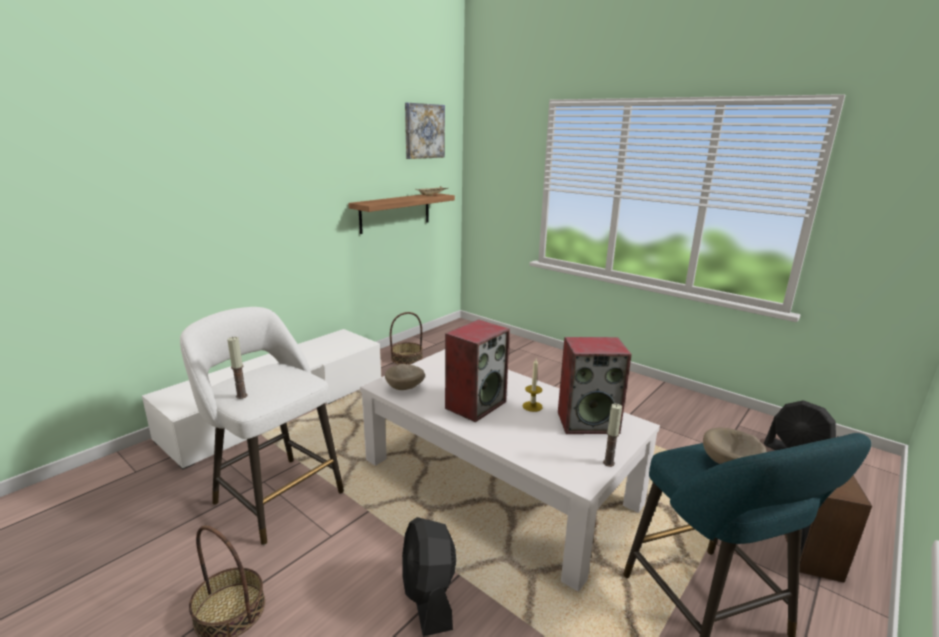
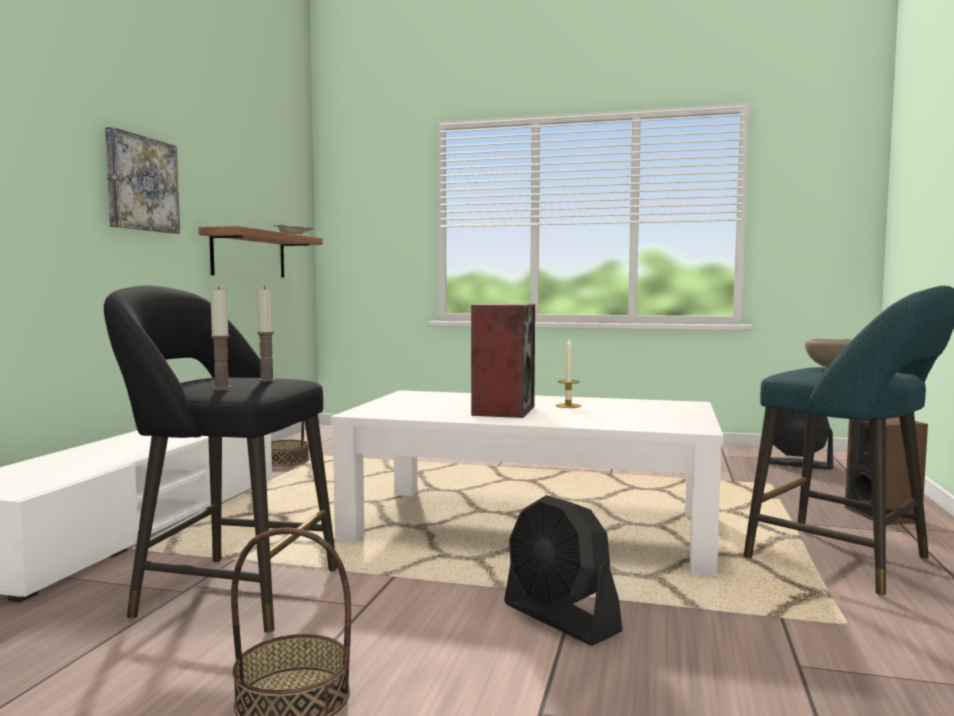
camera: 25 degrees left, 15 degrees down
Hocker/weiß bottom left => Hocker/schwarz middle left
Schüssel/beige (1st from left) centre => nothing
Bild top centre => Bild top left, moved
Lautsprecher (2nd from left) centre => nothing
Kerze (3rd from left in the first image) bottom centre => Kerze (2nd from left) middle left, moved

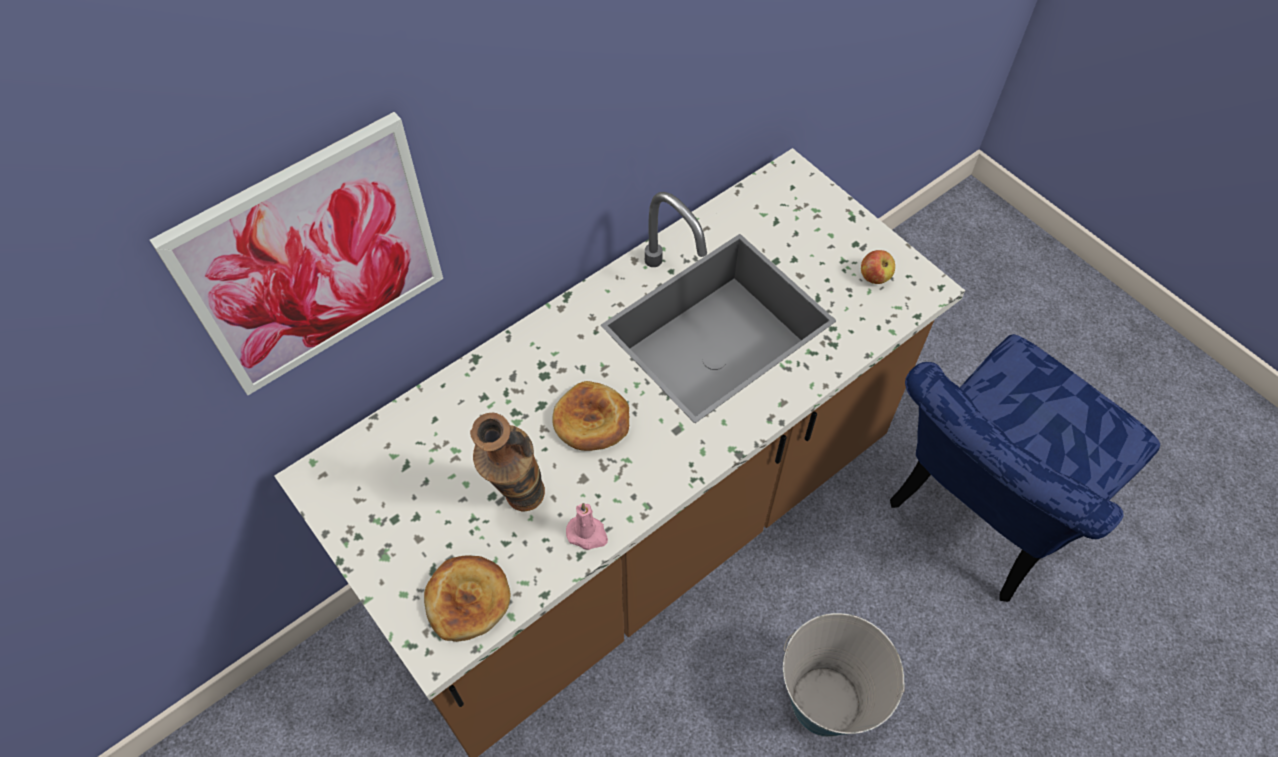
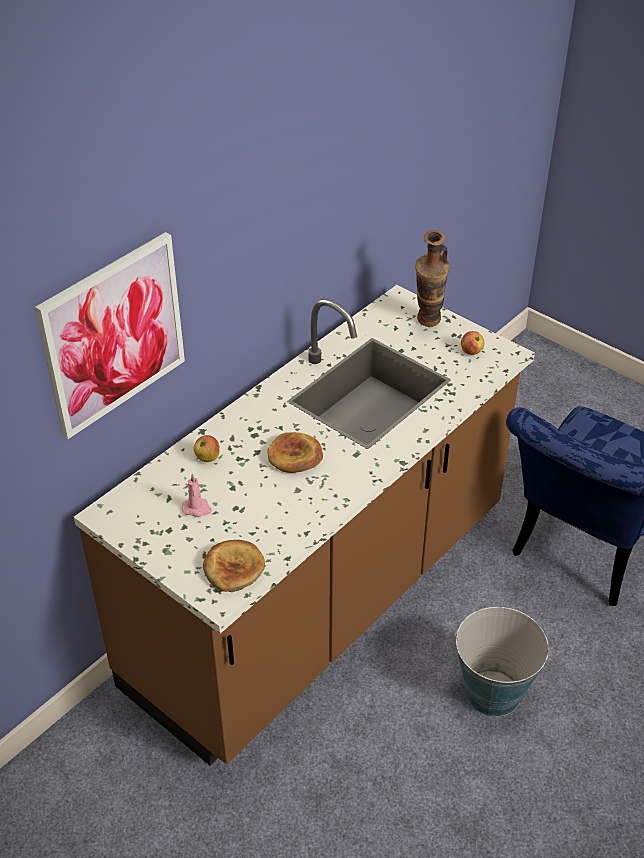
camera: 10 degrees left, 15 degrees down
Vase centre => Vase top right, moved
Kerze/rosa bottom centre => Kerze/rosa middle left, moved
nothing => Apfel (1st from left) middle left

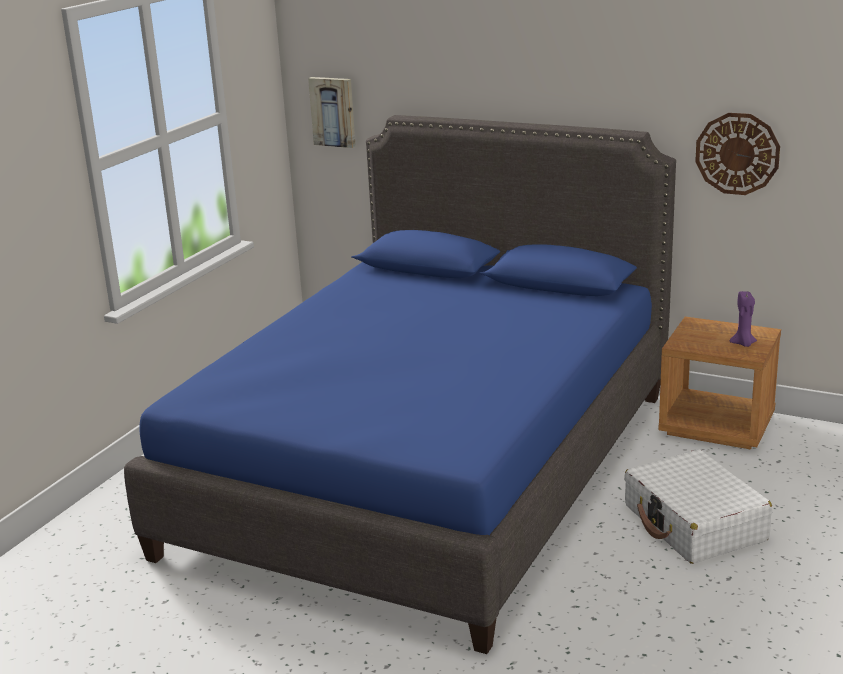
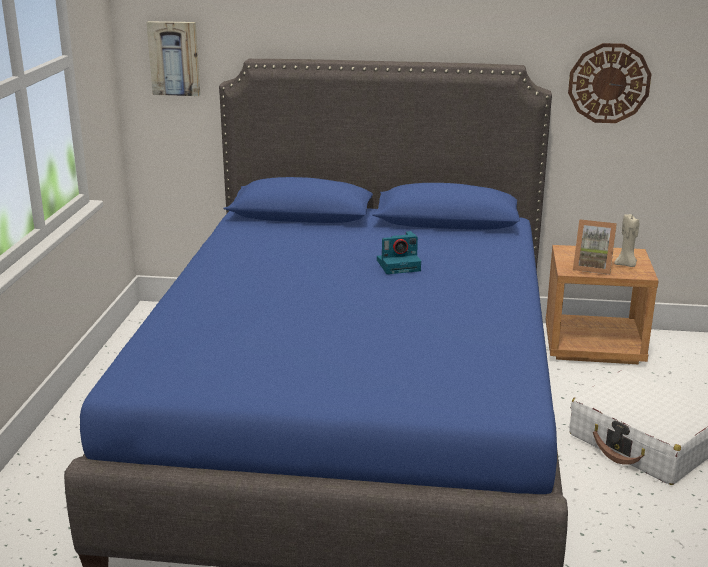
camera: 20 degrees left, 0 degrees up
Kerze/lila middle right => Kerze/beige middle right
nothing => Kamera centre
nothing => Bilderrahmen middle right

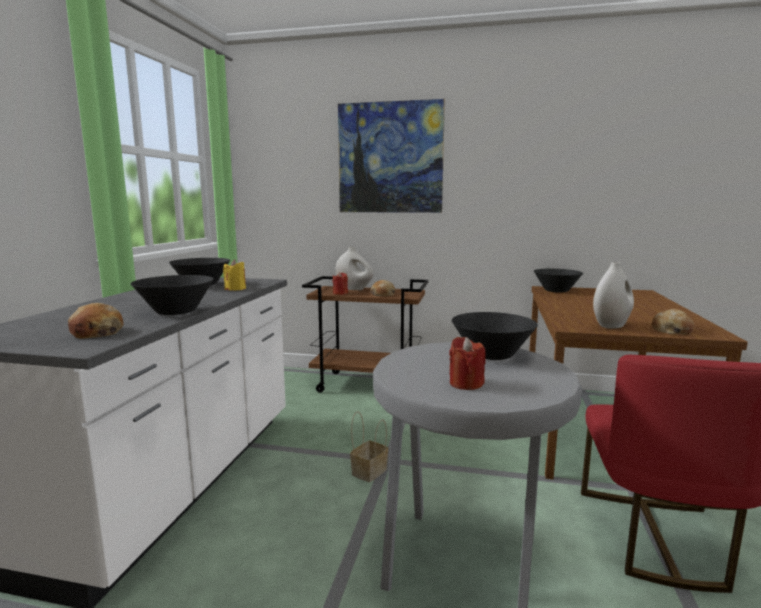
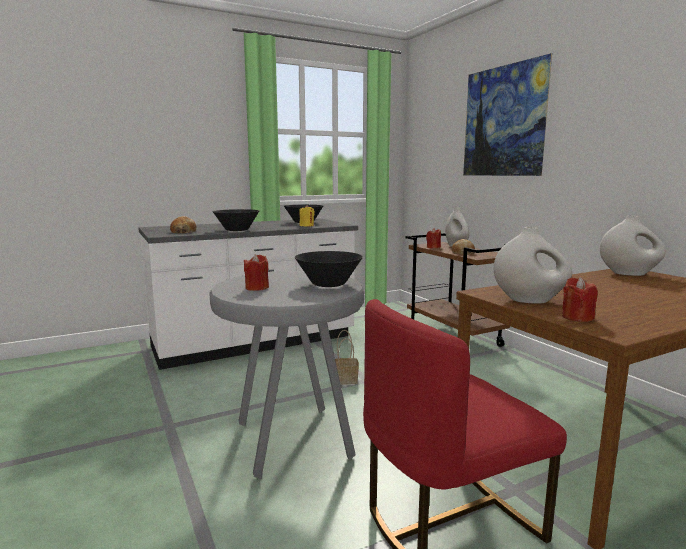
camera: 50 degrees right, 0 degrees up
Schüssel/schwarz (4th from left) middle right => Vase/weiß (3rd from left) middle right
Brot (3rd from left) middle right => Kerze/rot (3rd from left) middle right

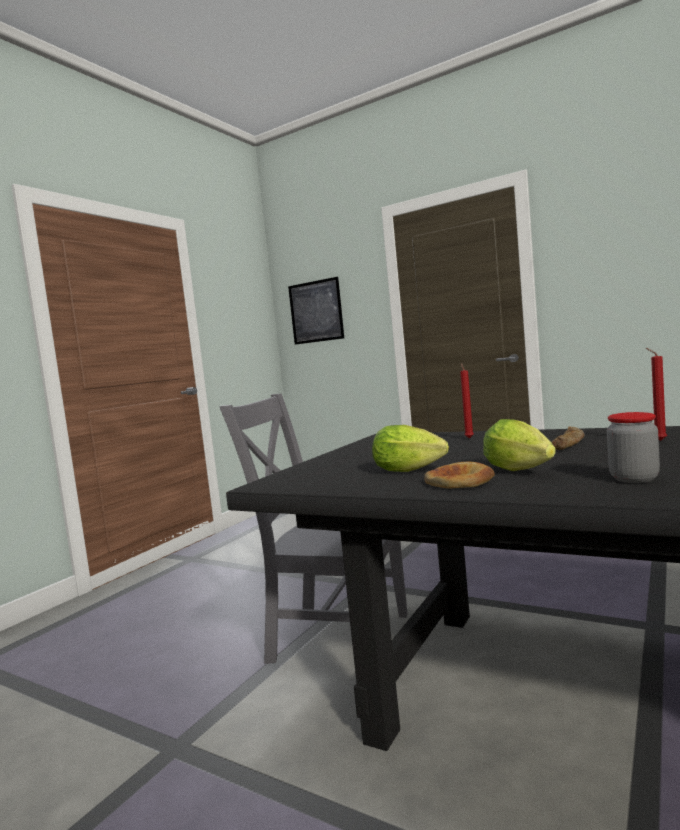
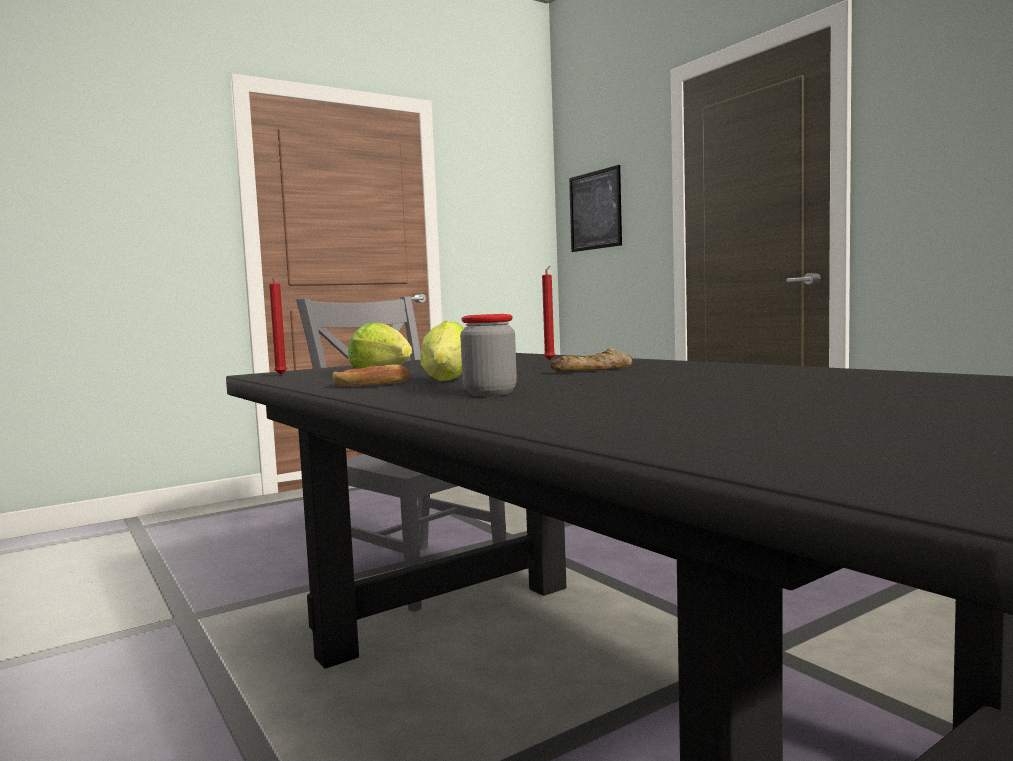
camera: 25 degrees right, 0 degrees up
Kerze/rot (2nd from left in the first image) middle right => Kerze/rot (1st from left) middle left, moved

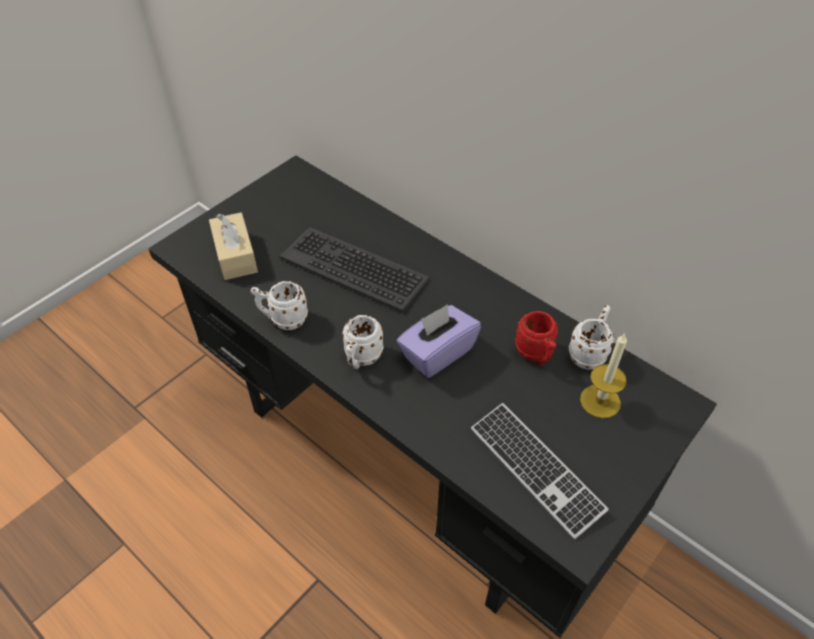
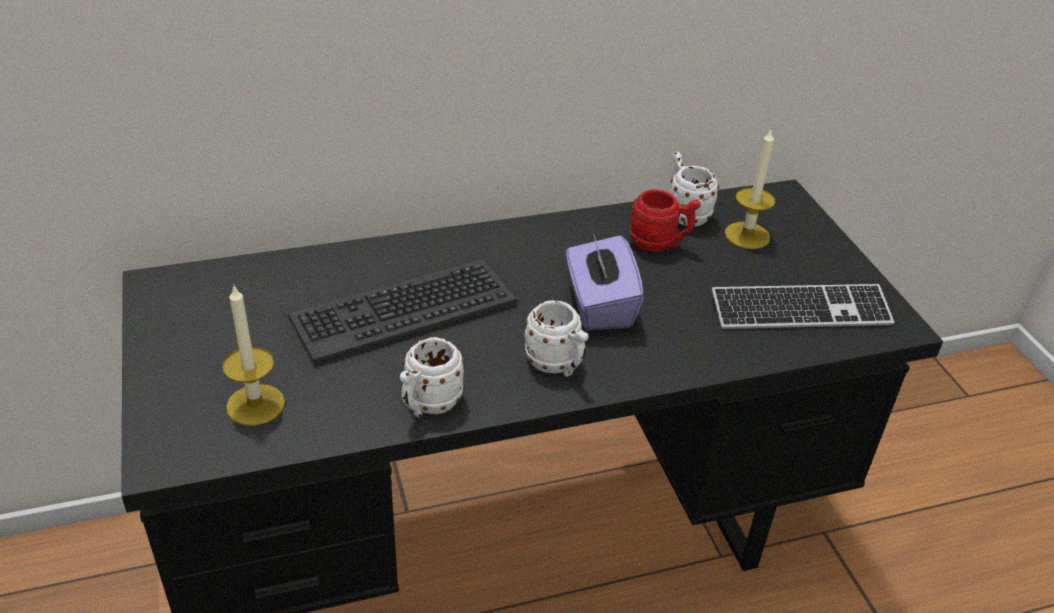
camera: 60 degrees left, 10 degrees down
Taschentuchbox/beige middle left => Kerze (1st from left) middle left

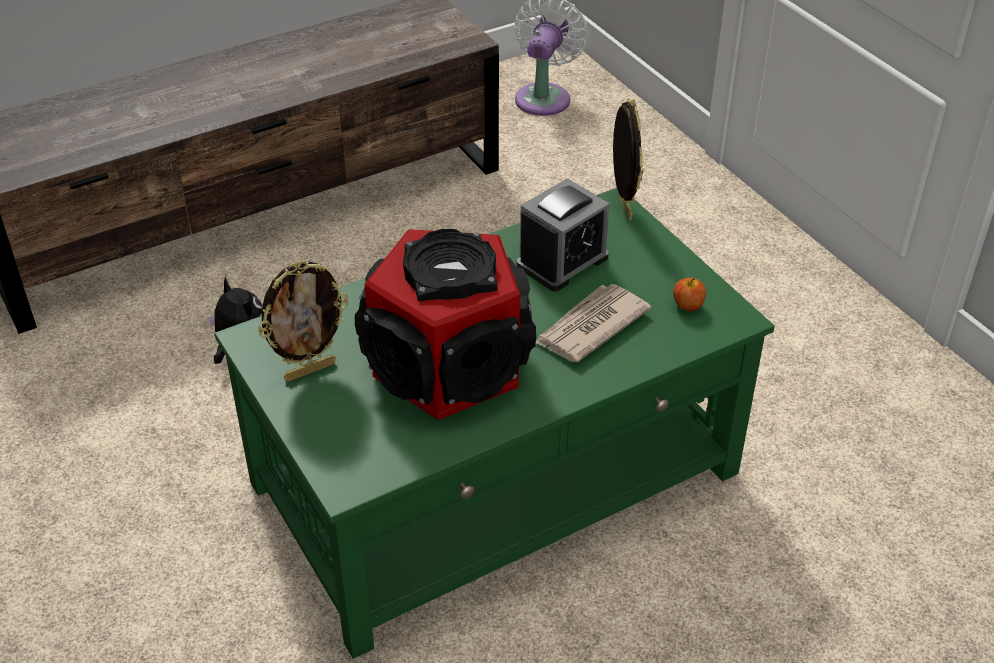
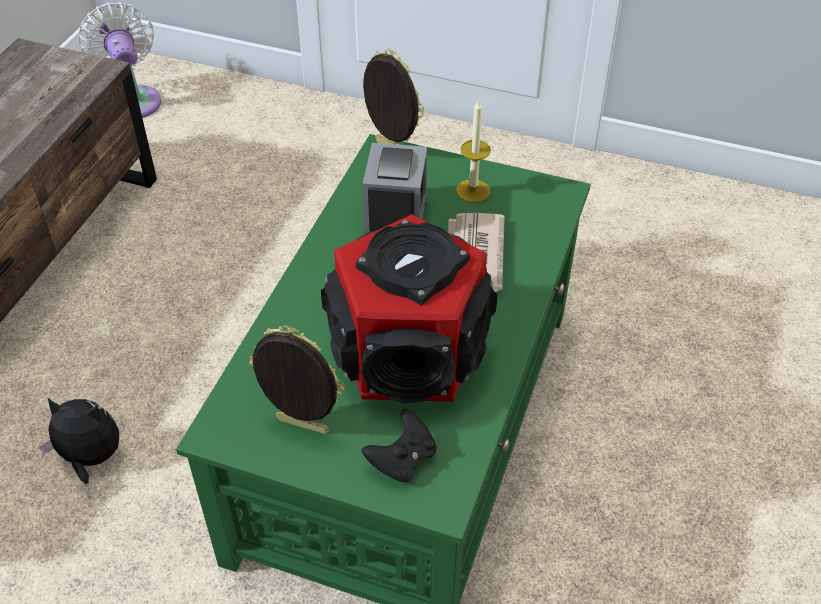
camera: 40 degrees left, 5 degrees up
Bilderrahmen (1st from left) middle left => Bilderrahmen (1st from left) centre, 90 degrees counterclockwise
Apfel middle right => nothing
nothing => Gamepad/schwarz bottom centre
nothing => Kerze top centre

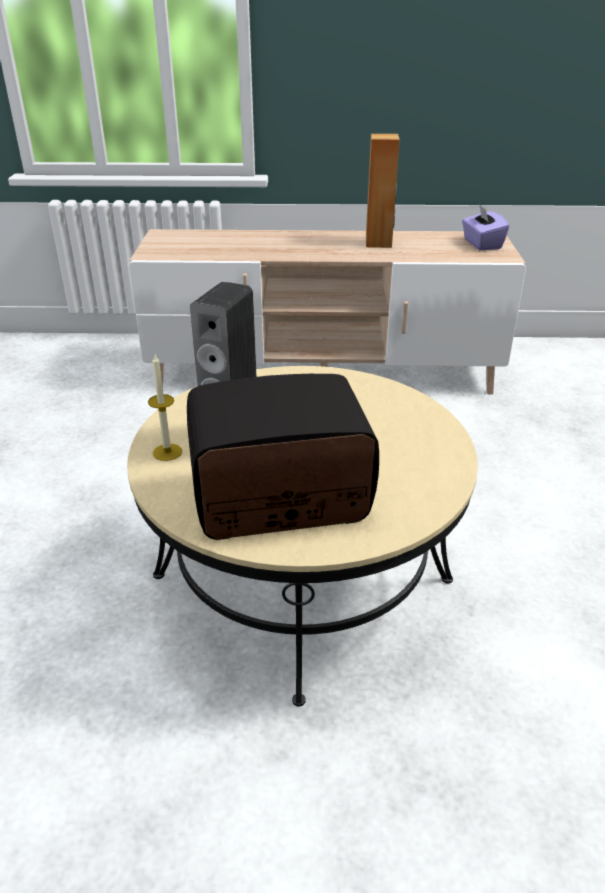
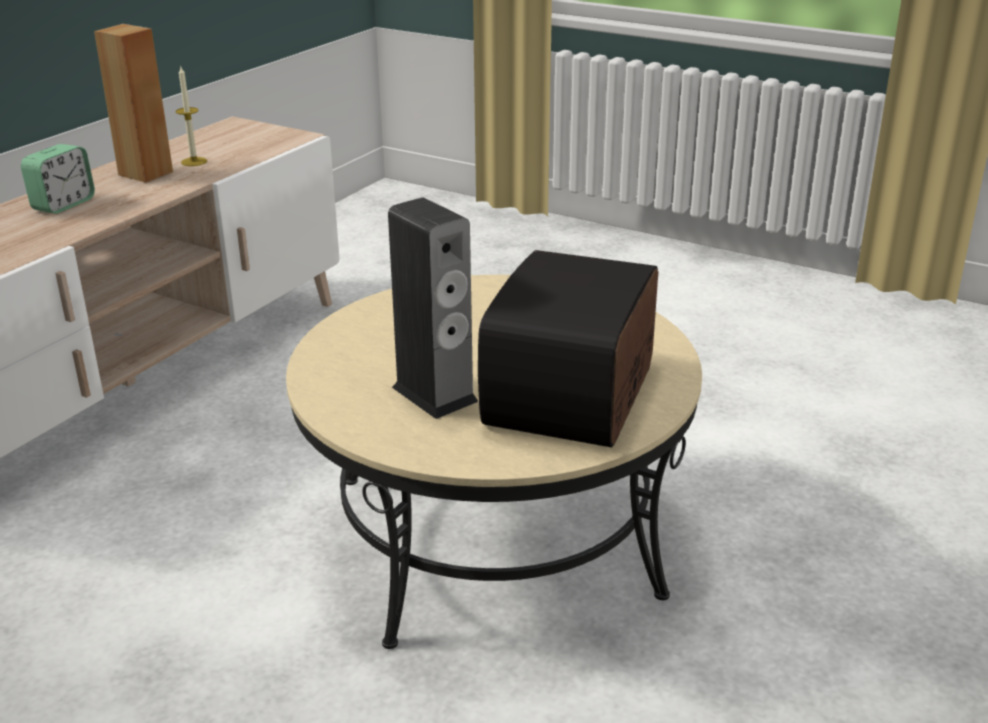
camera: 60 degrees left, 5 degrees down
Kerze middle left => Kerze top left, moved
Taschentuchbox/lila top right => nothing
nothing => Wecker top left

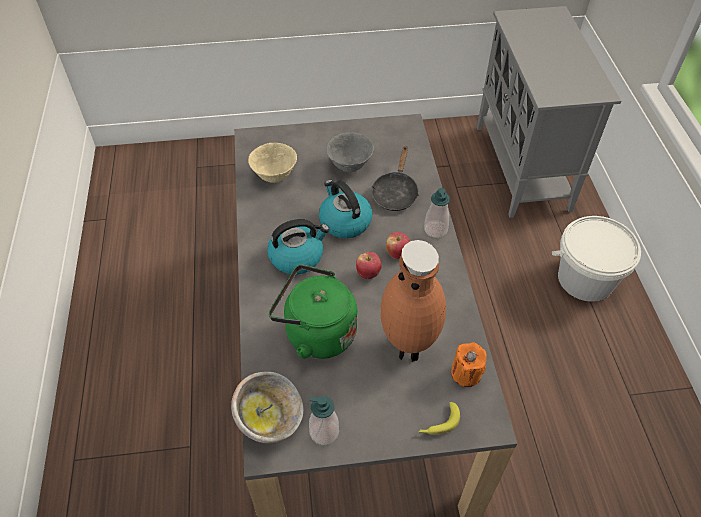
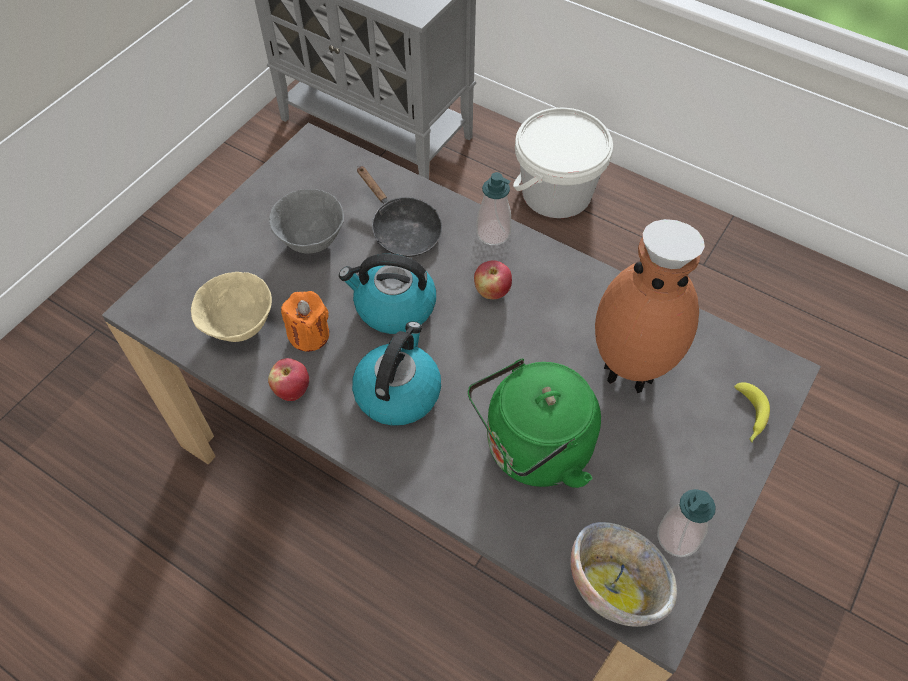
camera: 50 degrees left, 5 degrees up
Apfel (1st from left) centre => Apfel (1st from left) middle left, moved
Kerze/orange bottom right => Kerze/orange centre, moved

